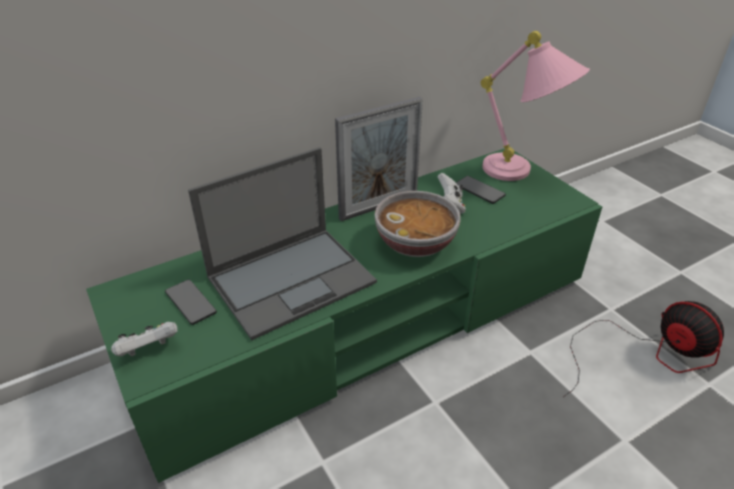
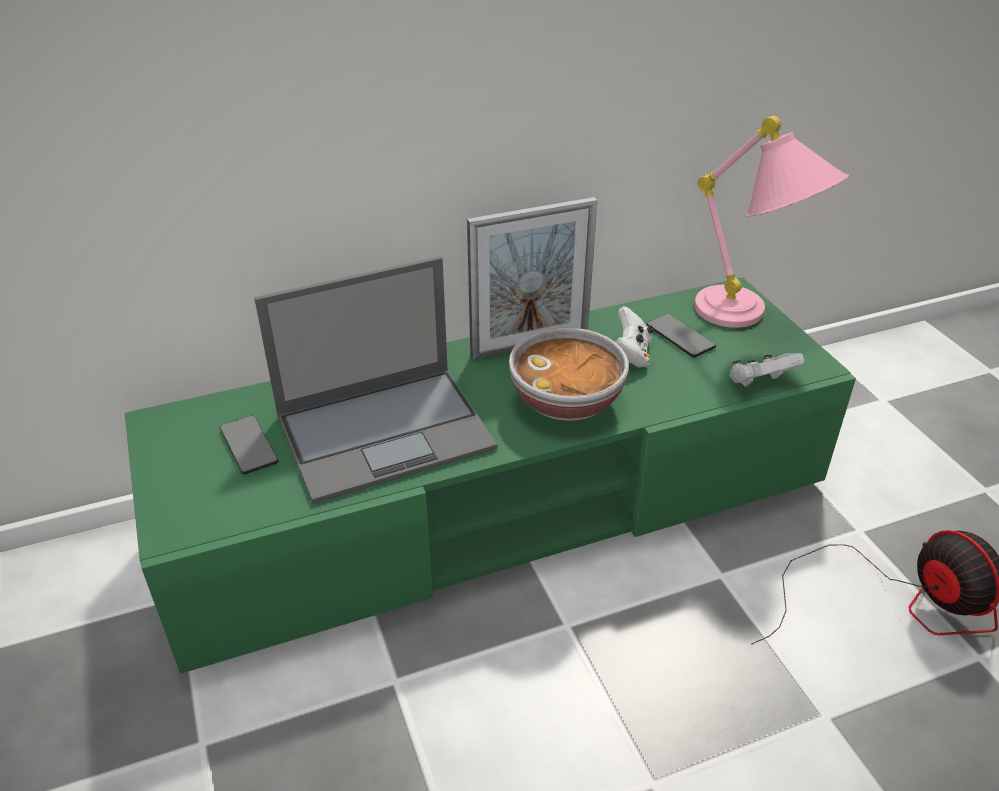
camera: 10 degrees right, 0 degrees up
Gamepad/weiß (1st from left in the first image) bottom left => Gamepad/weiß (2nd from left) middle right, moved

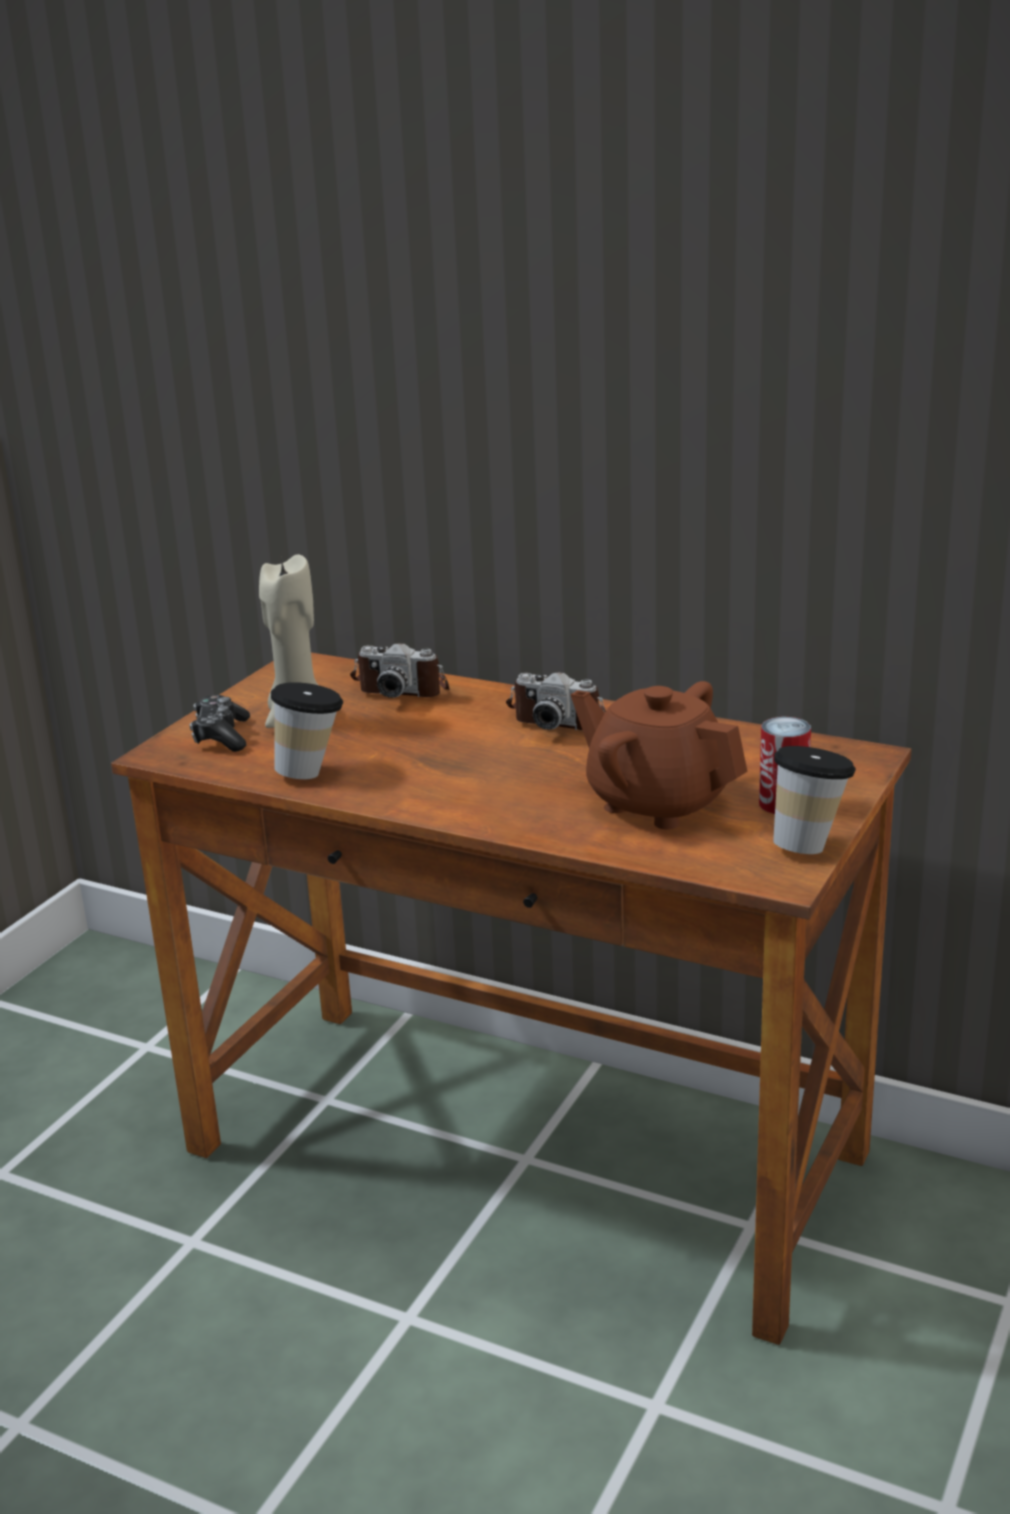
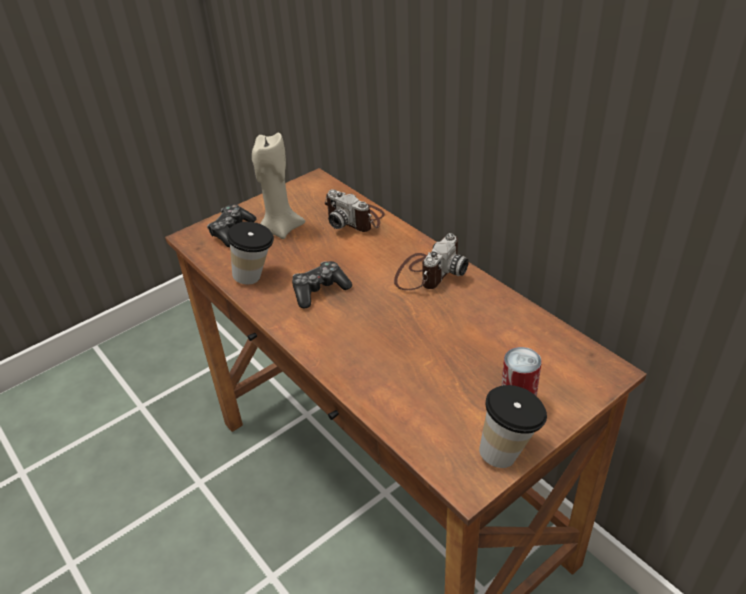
camera: 25 degrees right, 15 degrees up
Kamera (2nd from left) centre, 105 degrees counterclockwise
Teekanne/braun centre => nothing
nothing => Gamepad (2nd from left) centre

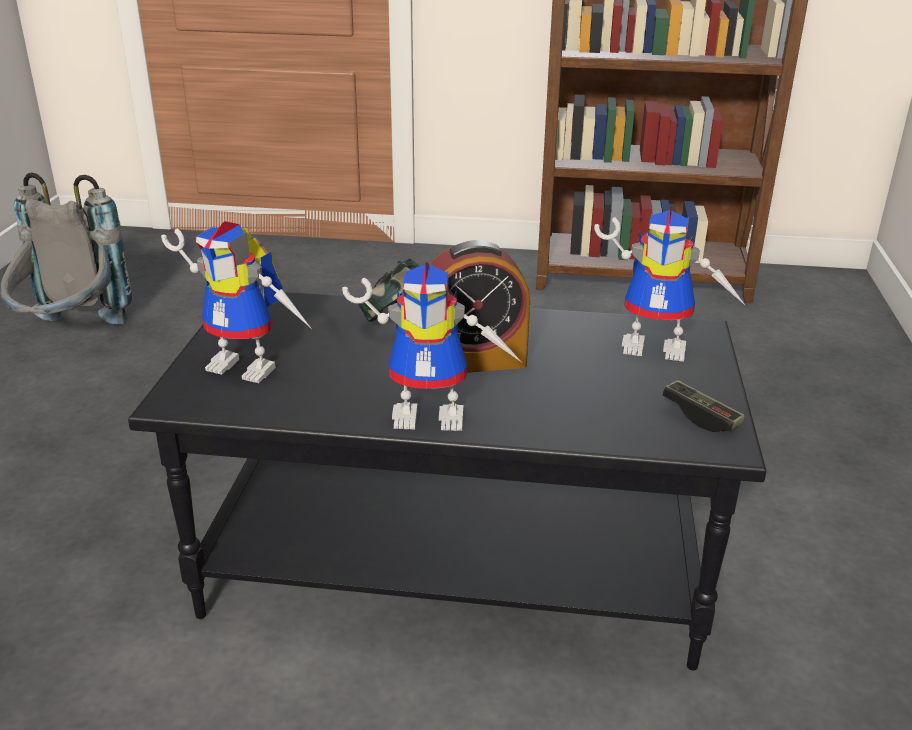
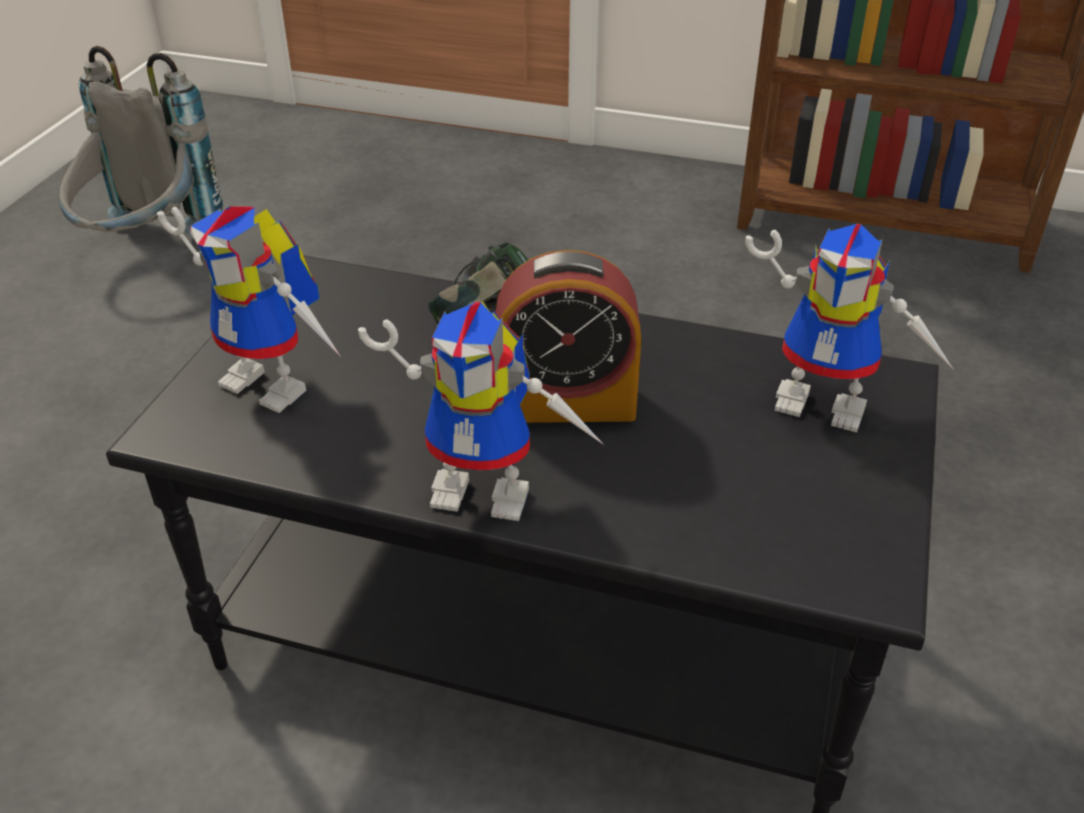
camera: 10 degrees right, 10 degrees up
Gamepad middle right => nothing

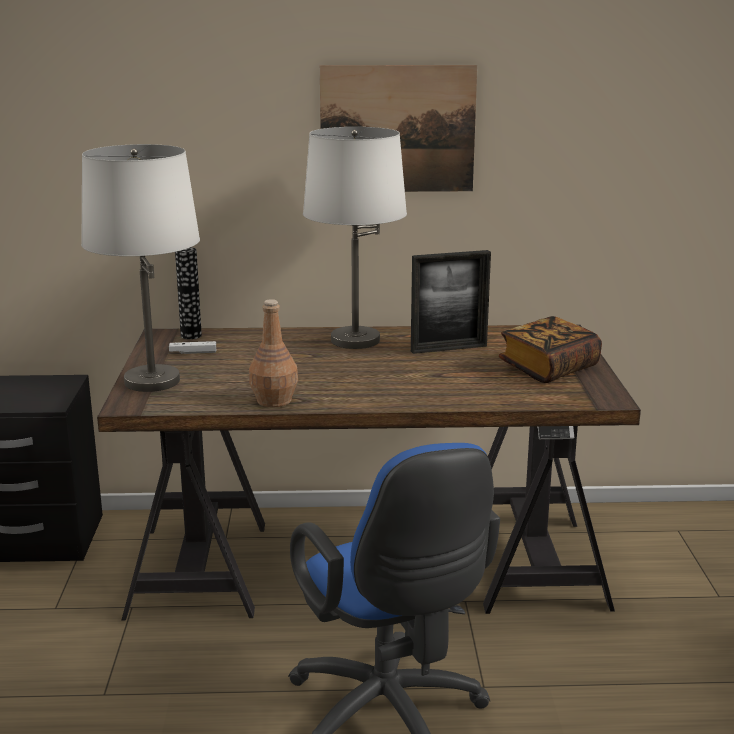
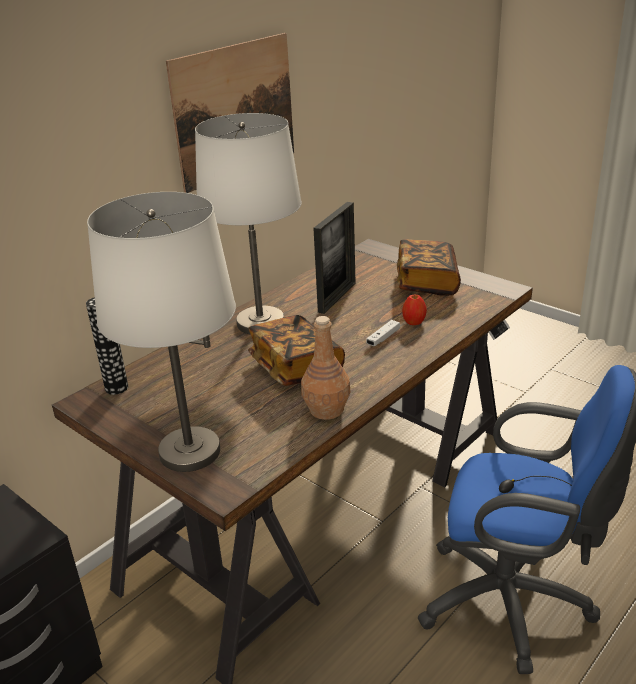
camera: 45 degrees left, 10 degrees up
Gamepad/weiß middle left => Gamepad/weiß centre, moved
nothing => Buch (1st from left) centre
nothing => Apfel centre

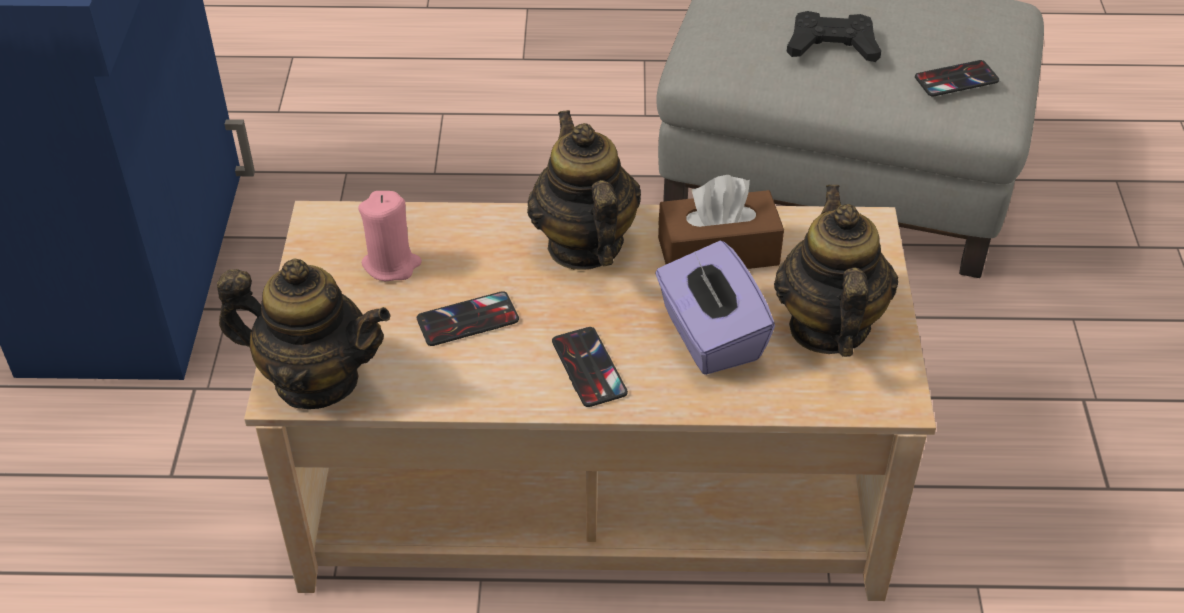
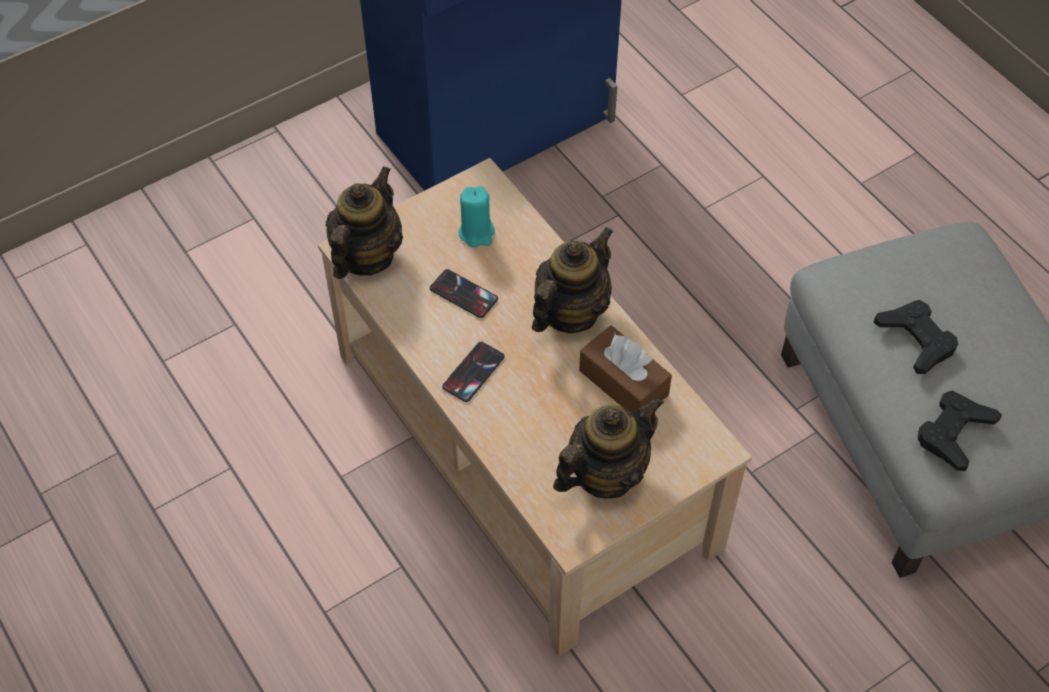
camera: 55 degrees right, 10 degrees up
Teekanne (1st from left) middle left => Teekanne (1st from left) top centre, 135 degrees counterclockwise
Kerze/rosa middle left => Kerze/türkis top centre
Taschentuchbox/lila centre => nothing
Handy (3rd from left) top right => Gamepad/schwarz (2nd from left) middle right

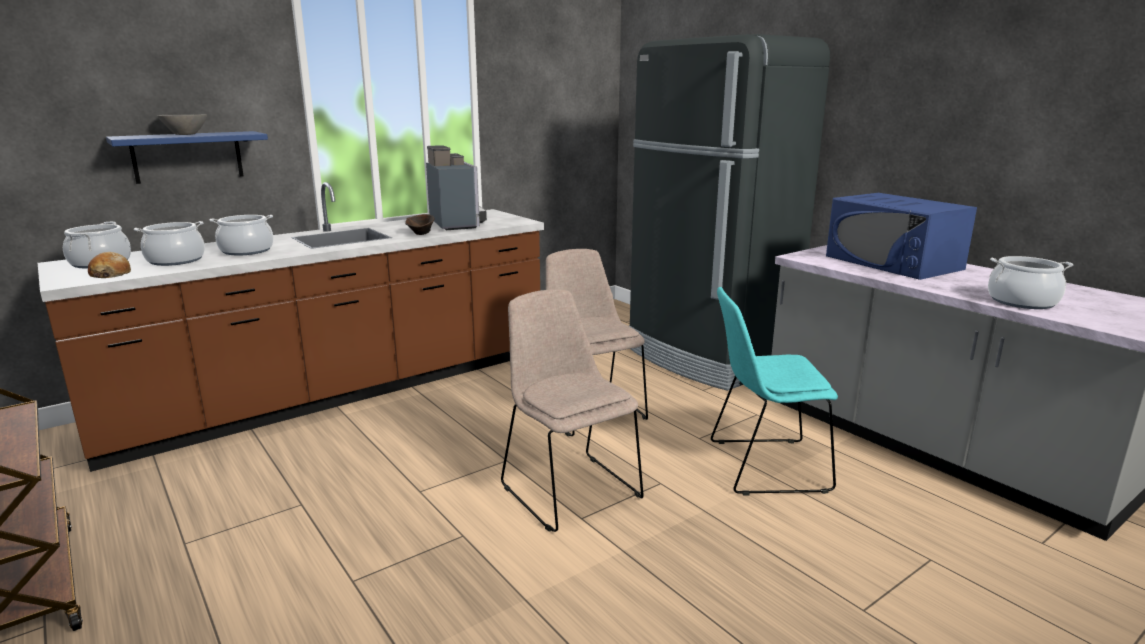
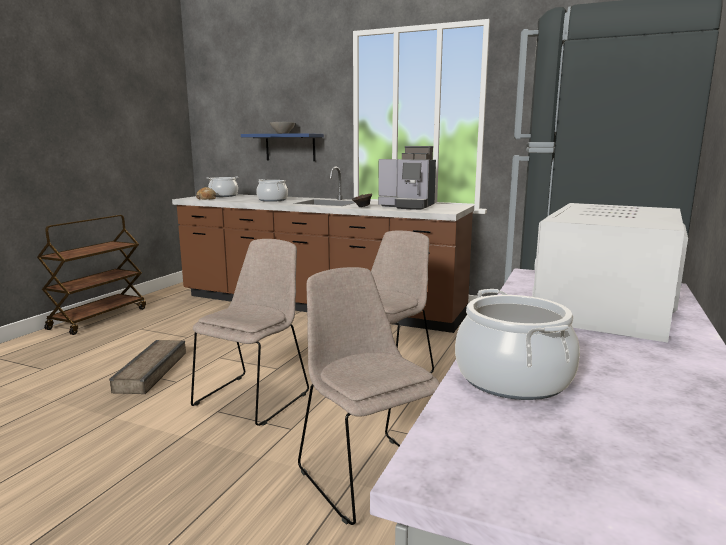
camera: 60 degrees right, 5 degrees down
Kochtopf (2nd from left) middle left => nothing
Kaffeemaschine top centre, 75 degrees clockwise
Stuhl/türkis middle right => Stuhl/beige (2nd from left) bottom centre
Mikrowelle/blau middle right => Mikrowelle/weiß middle right
nothing => Kiste bottom left

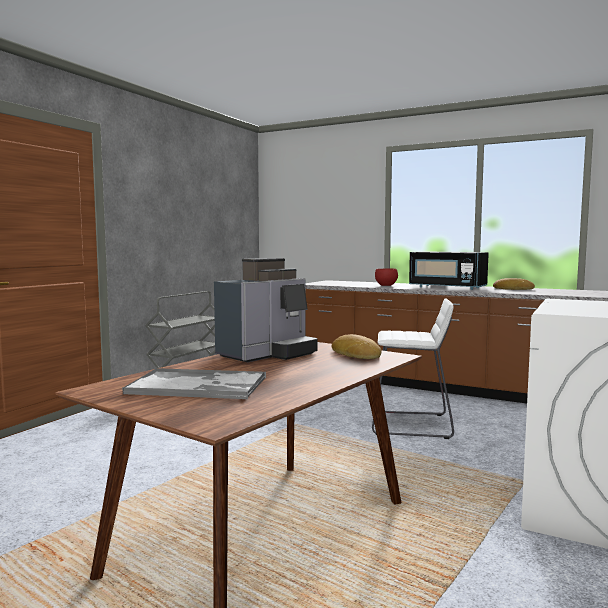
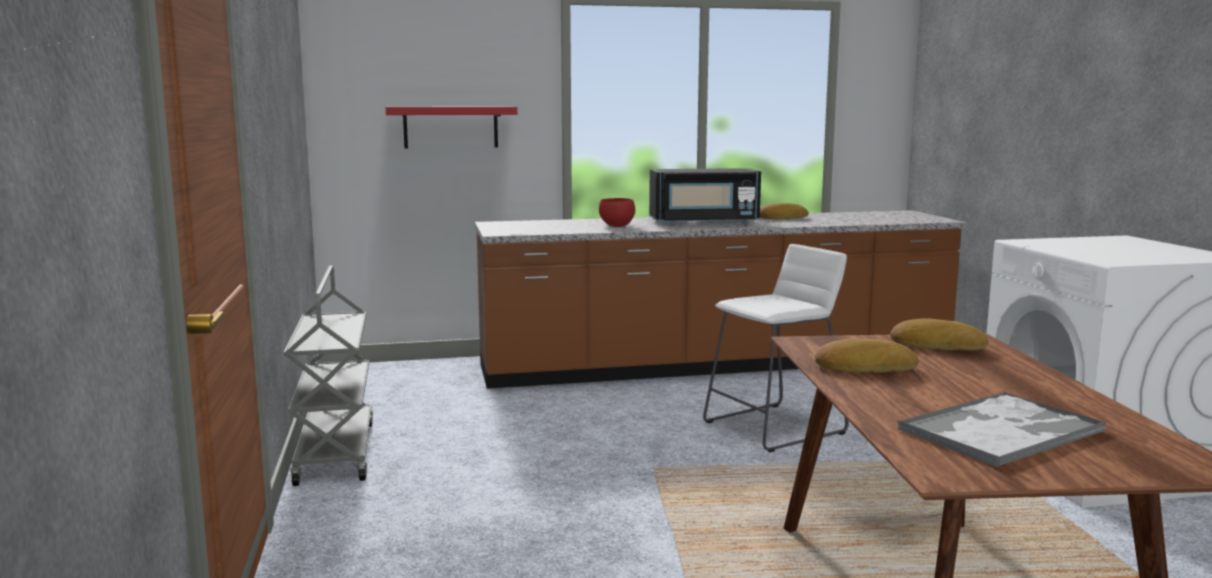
camera: 40 degrees left, 5 degrees up
Kaffeemaschine centre => Brot (2nd from left) middle right
nothing => Wandregal/rot top centre

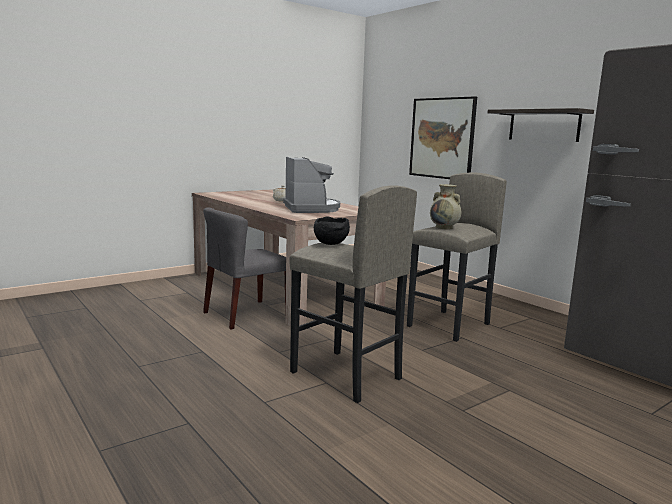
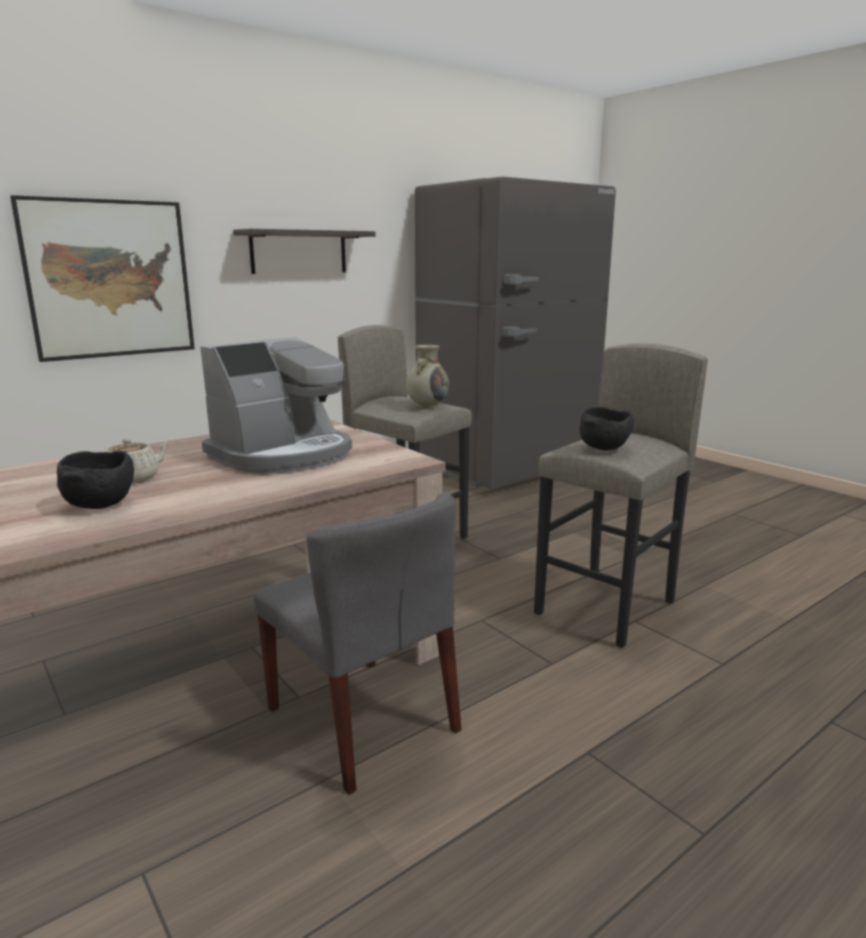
camera: 90 degrees left, 5 degrees up
Kaffeemaschine centre => Kaffeemaschine middle left, 150 degrees clockwise
nothing => Schüssel/schwarz (1st from left) middle left

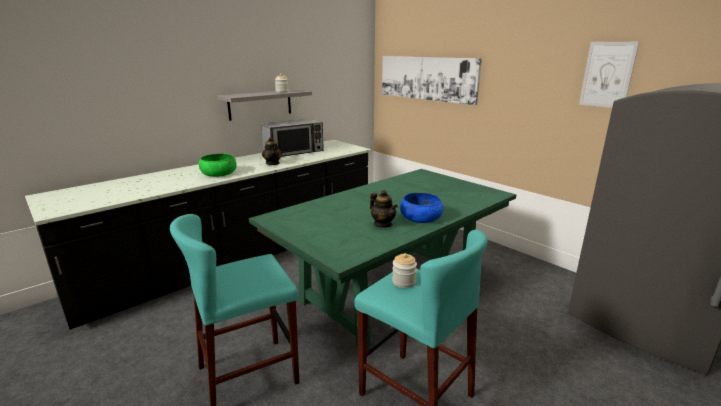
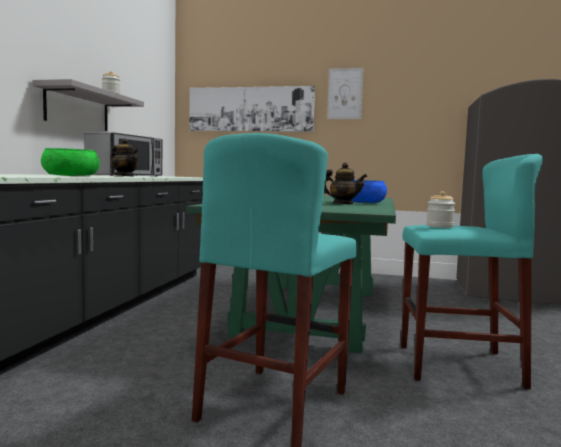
camera: 35 degrees left, 15 degrees down
Bild (2nd from left) top right => Bild (2nd from left) top centre, moved

